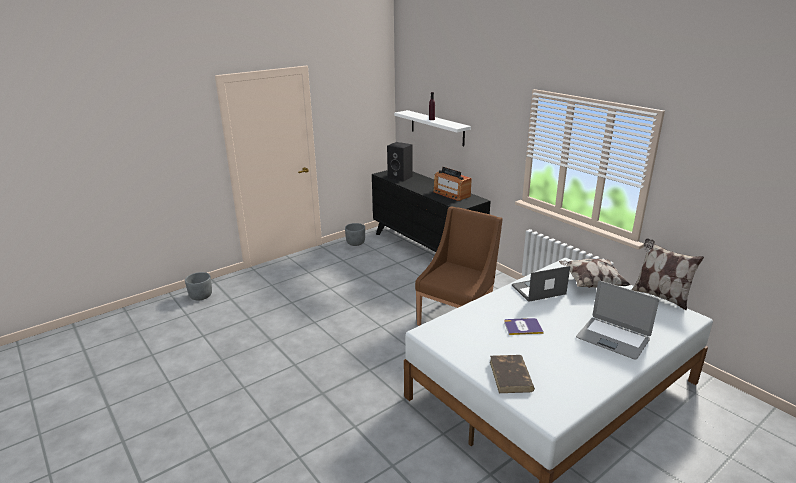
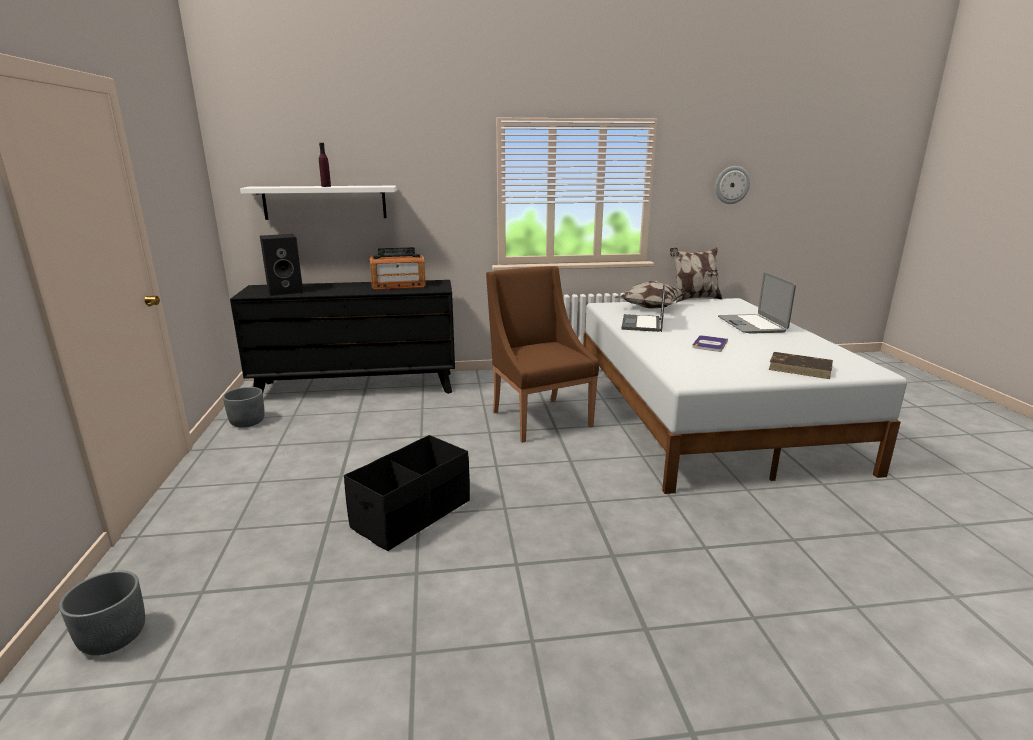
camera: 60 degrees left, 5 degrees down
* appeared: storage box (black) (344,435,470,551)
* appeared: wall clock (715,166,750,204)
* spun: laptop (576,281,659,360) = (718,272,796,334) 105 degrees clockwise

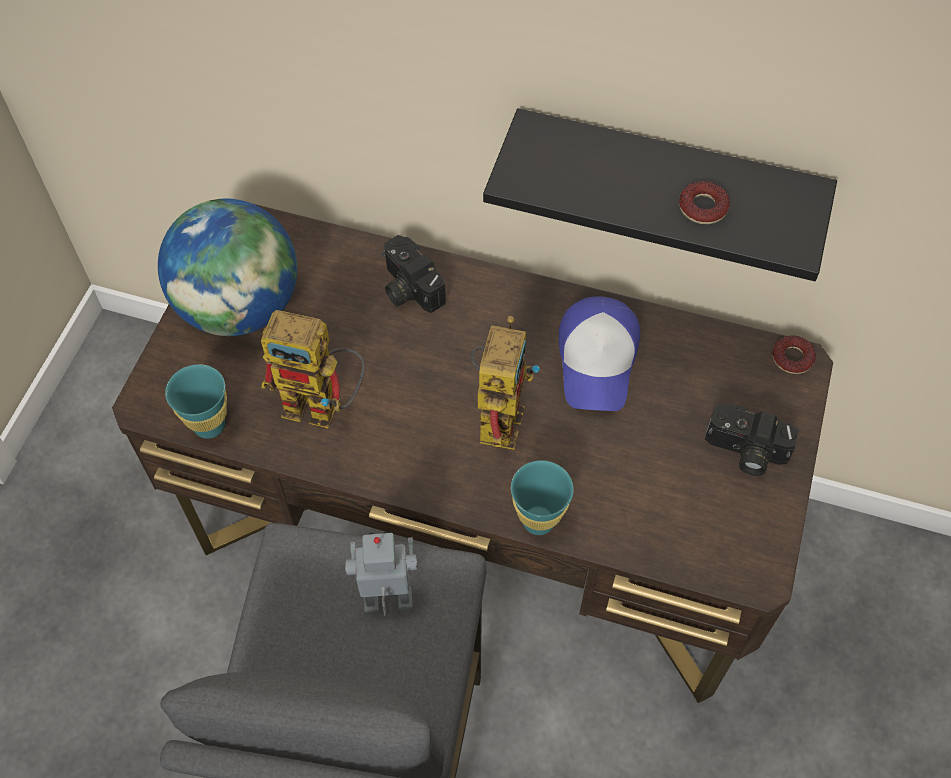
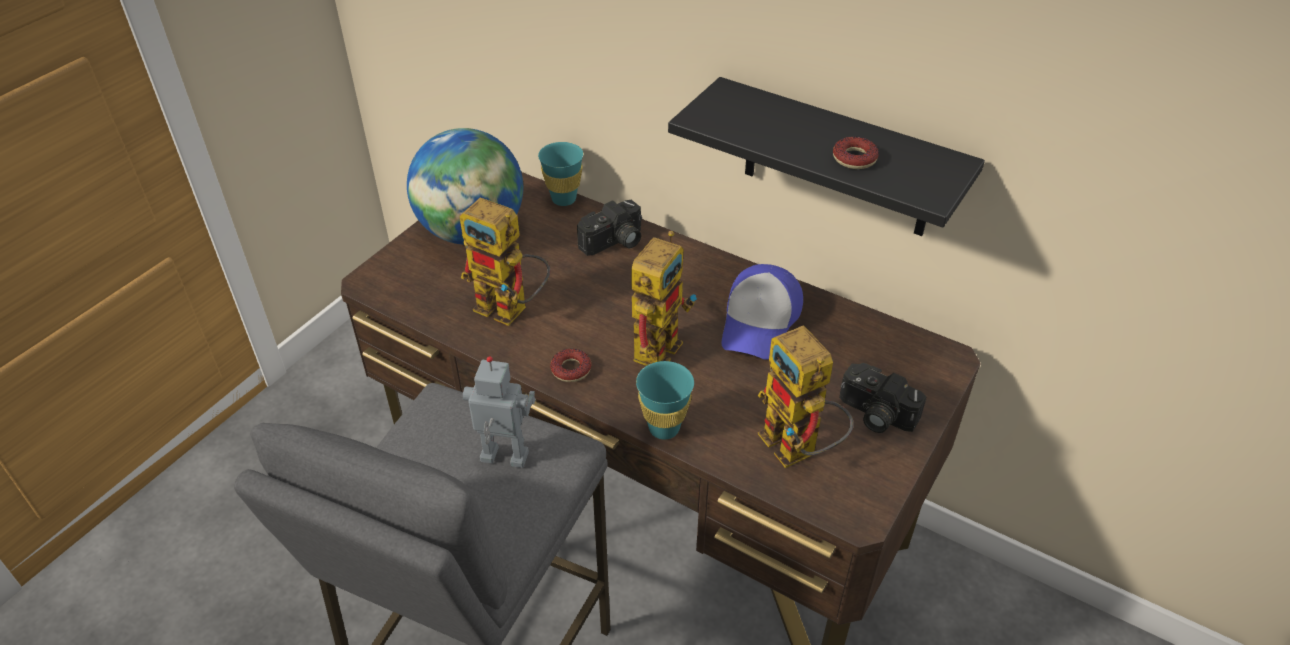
camera: 15 degrees right, 15 degrees down
* appeared: toy robot (758,325,854,468)
* relocated: cup (turquoise) (165,364,227,439) to (538,142,584,206)
* relocated: donut (772,335,816,374) to (550,349,592,382)
* spun: photo camera (382,235,446,313) = (577,200,642,256) 105 degrees counterclockwise

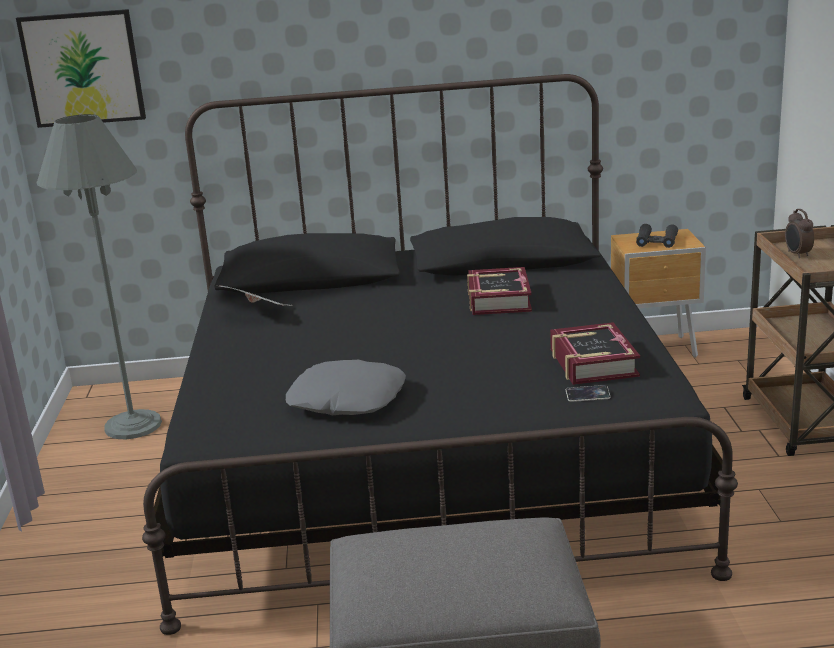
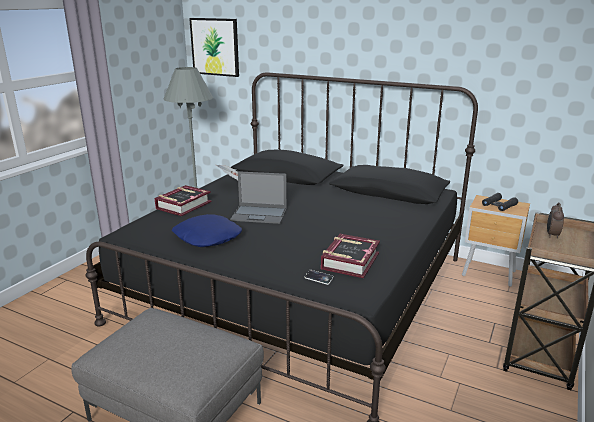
camera: 30 degrees right, 0 degrees up
* appeared: laptop (230,171,287,224)
* relocated: book (467,267,532,315) to (155,185,211,216)
* colour: pillow (grey) (286,360,406,415) to pillow (blue) (172,214,242,247)

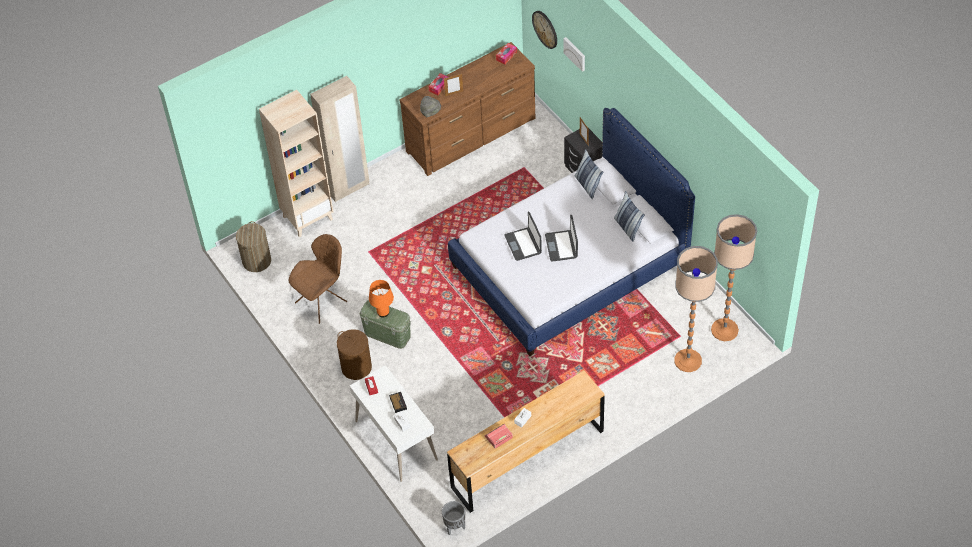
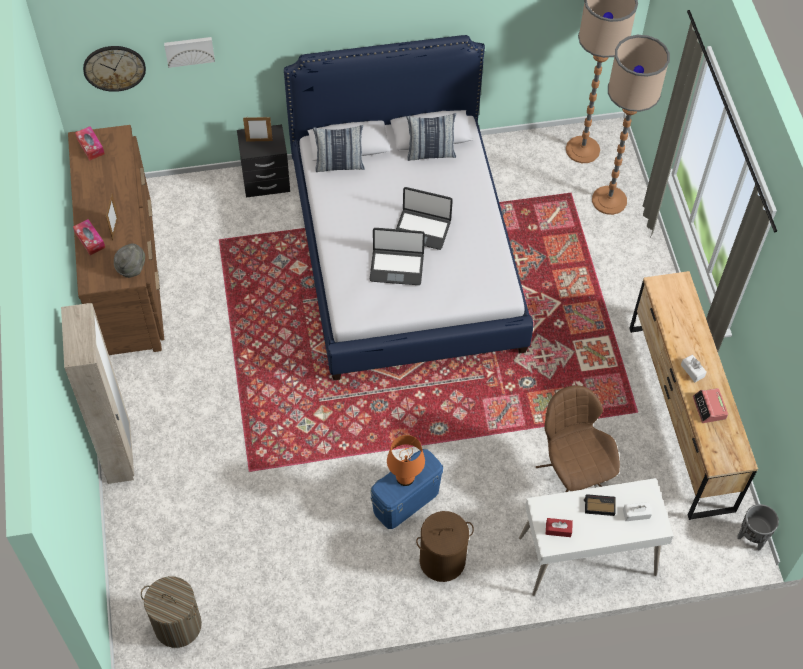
camera: 70 degrees left, 5 degrees up
* missing: bookcase (beige) (259,90,333,237)
* relocated: chair (brown) (288,234,347,324) to (536,385,620,492)
* colour: storage box (green) (359,300,411,349) to storage box (blue) (370,449,443,529)

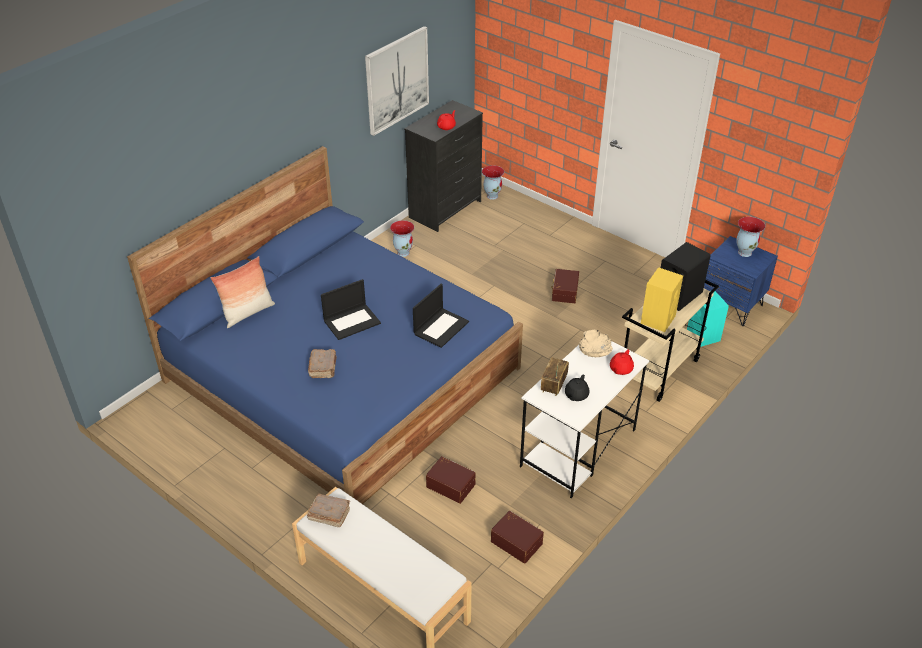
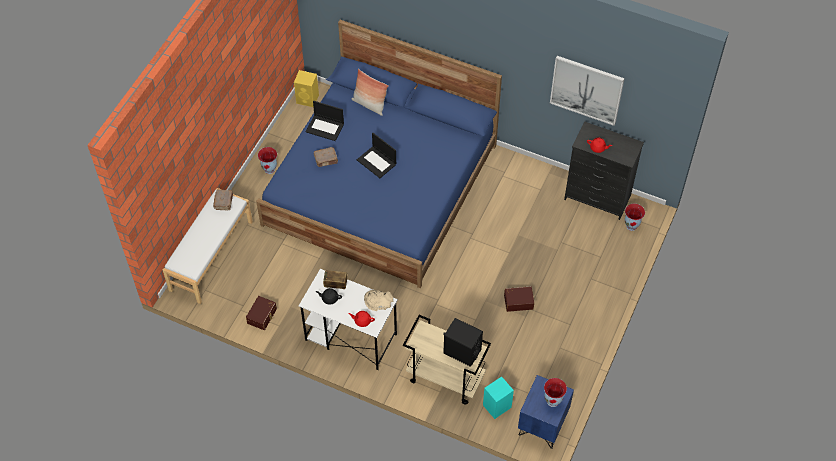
camera: 75 degrees right, 15 degrees up
* missing: storage box (brown) (426,456,476,504)
* relocated: vase (390,220,414,257) to (258,147,277,174)
* relocated: laptop (413,284,469,348) to (306,101,344,141)
* relocated: speaker (yellow) (641,267,683,332) to (294,70,319,107)

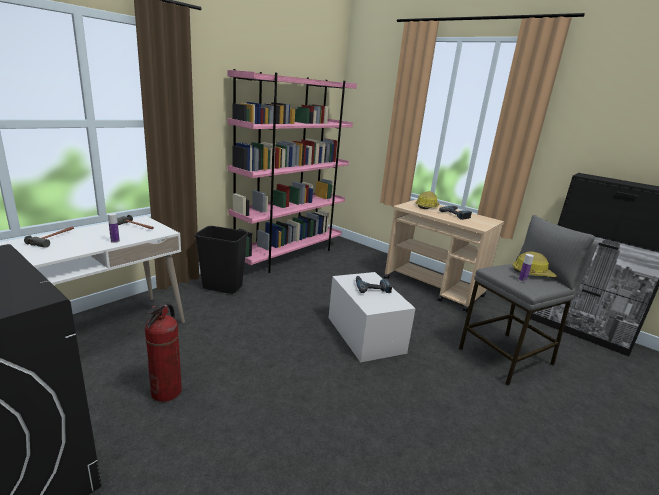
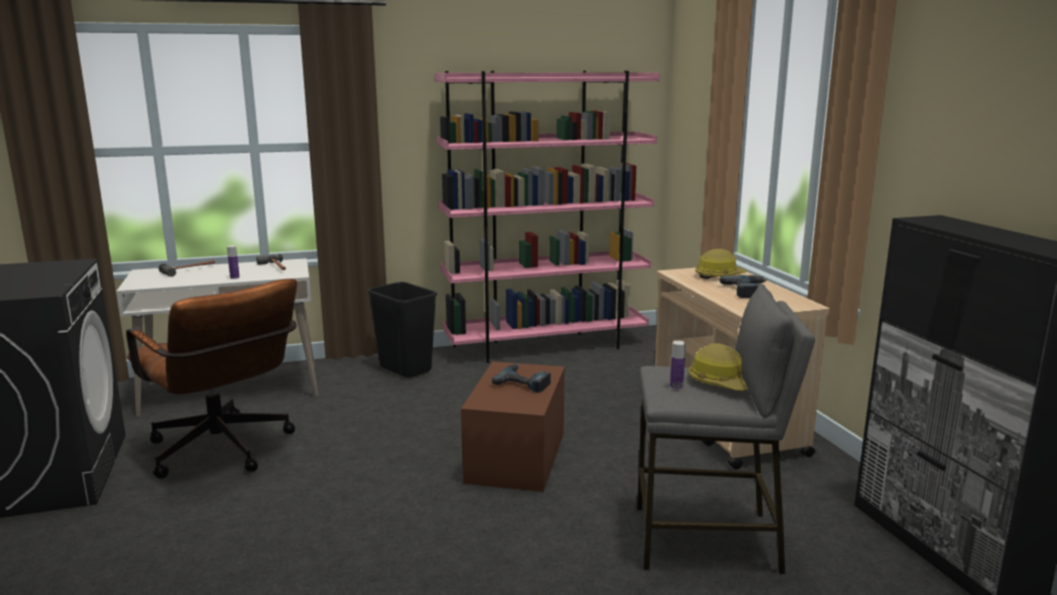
camera: 35 degrees right, 5 degrees down
* exchanged: fire extinguisher (145,304,182,402) to office chair (brown) (126,279,297,479)
* colour: storage box (white) (328,272,416,362) to storage box (brown) (461,361,565,492)

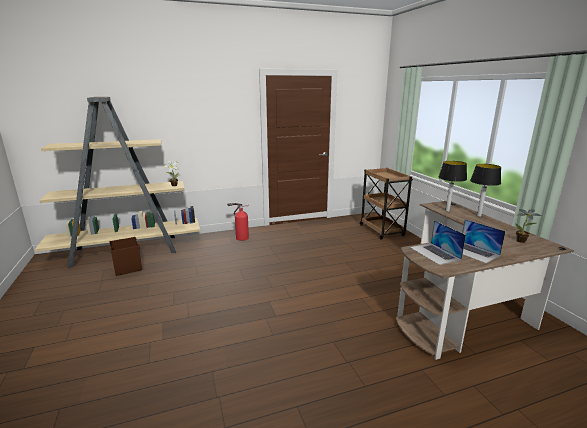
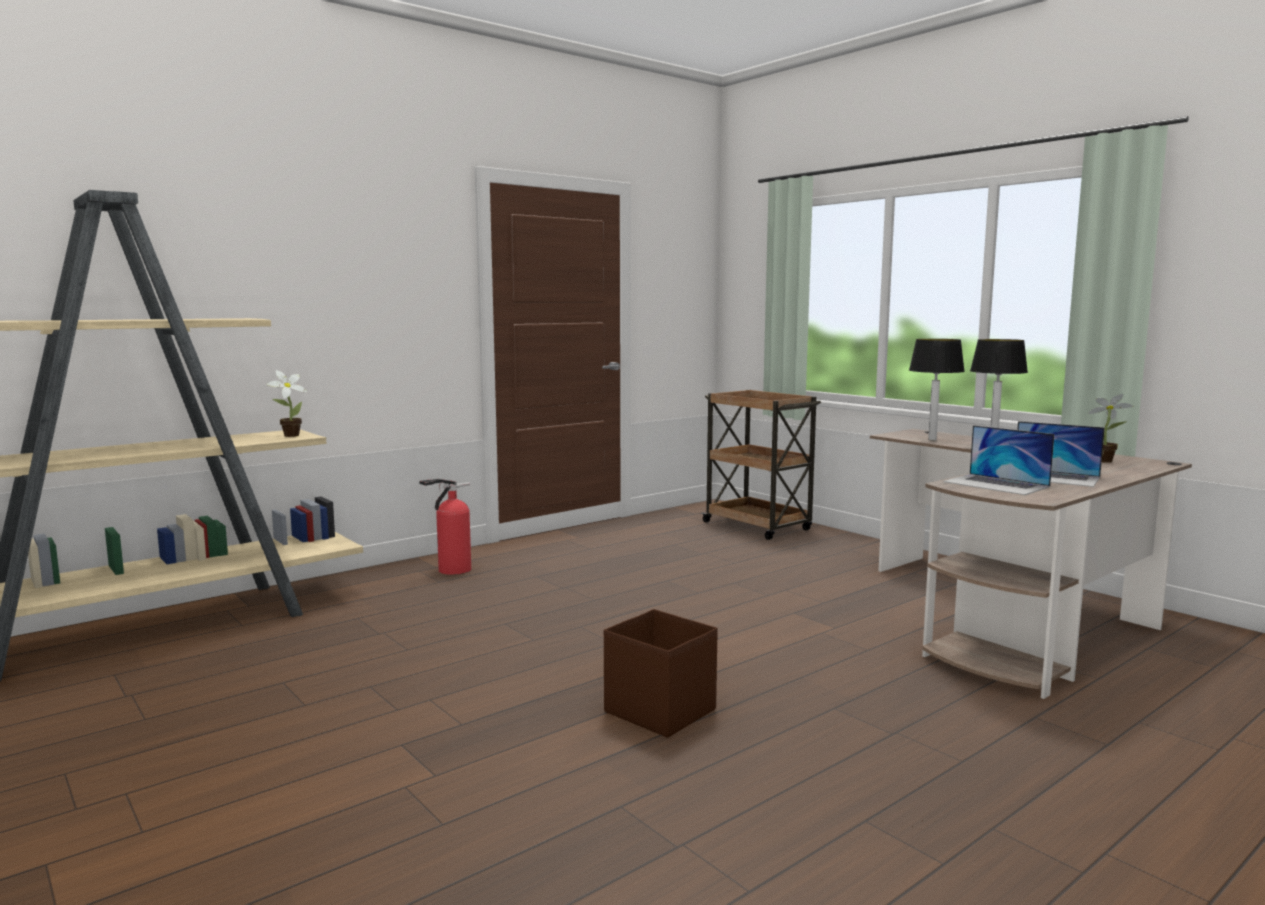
camera: 20 degrees left, 10 degrees down
* relocated: storage box (brown) (109,237,142,276) to (604,609,718,738)

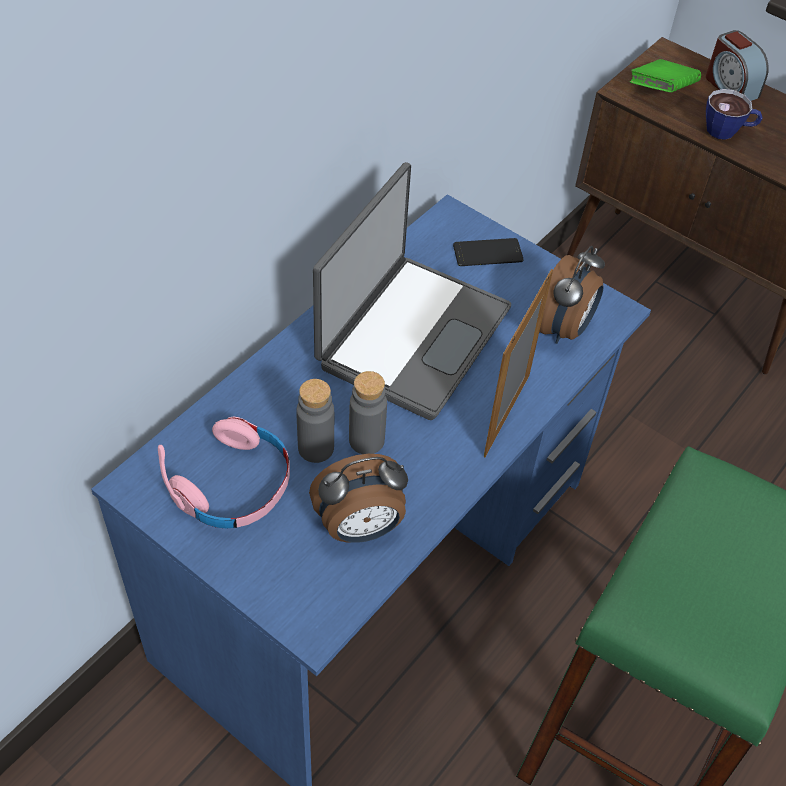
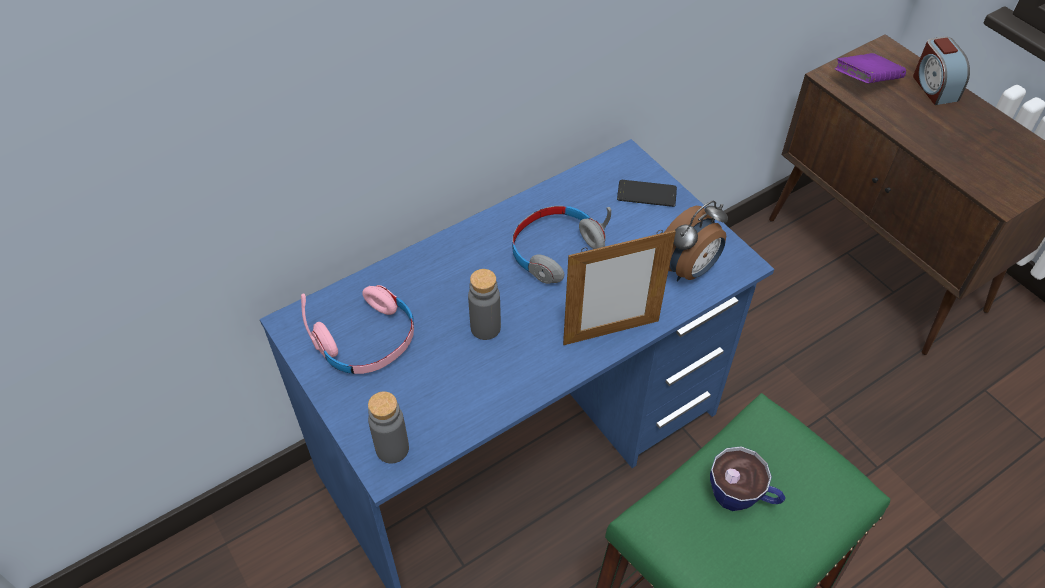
camera: 20 degrees right, 0 degrees up
* missing: alarm clock (309,454,408,543)
* relocated: bottle (grey) (296,379,334,463) to (368,391,409,464)
* relocated: cup (706,89,763,140) to (710,446,786,511)
* exchanged: laptop (313,162,511,420) to headphones (grey) (512,206,611,284)
* colour: book (green) (630,59,701,92) to book (purple) (835,53,906,83)
* spun: picture frame (484,269,553,457) = (563,230,676,345) 150 degrees counterclockwise

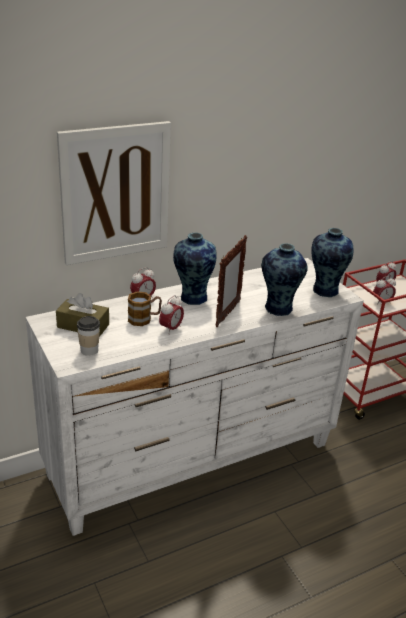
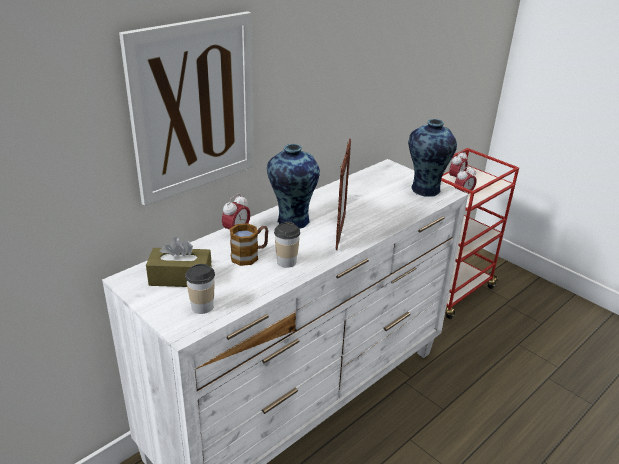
camera: 15 degrees left, 0 degrees up
* missing: vase (261,243,308,316)
* exchanged: alarm clock (159,295,184,335) to cup (274,221,300,268)

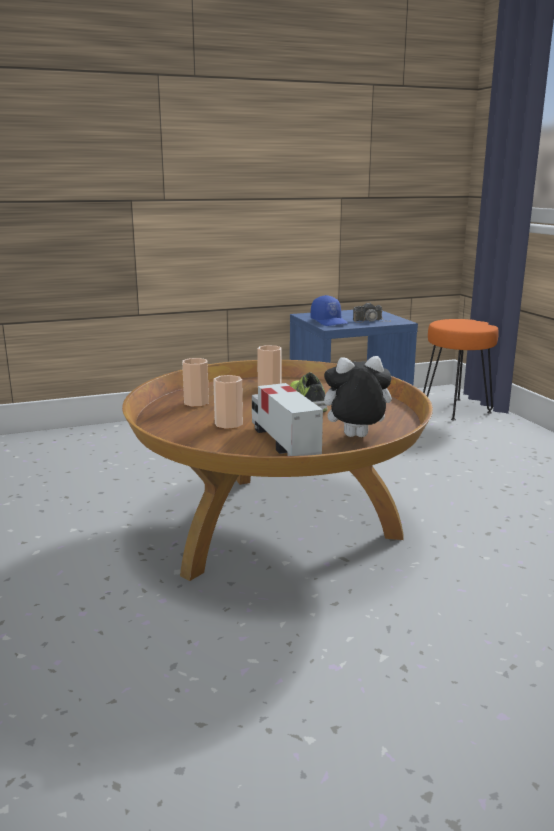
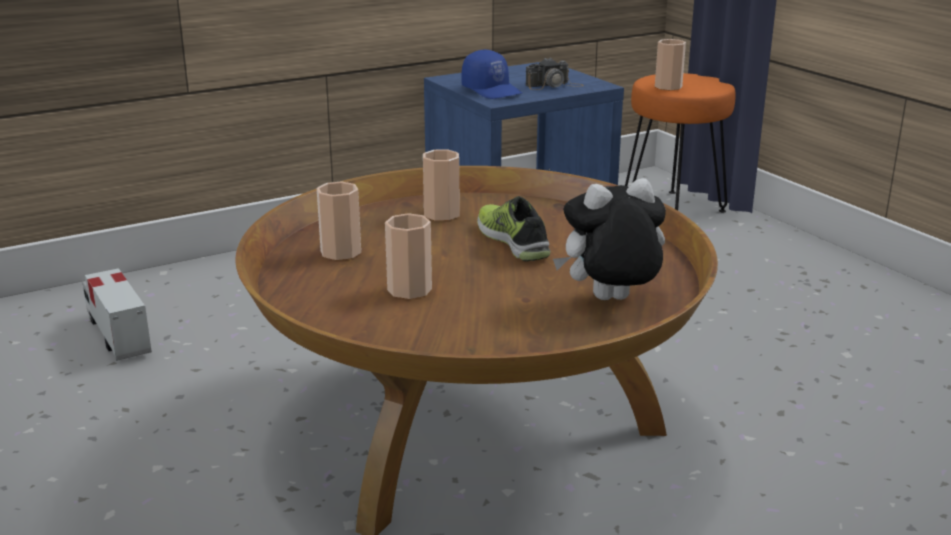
camera: 10 degrees left, 5 degrees up
* appeared: cup (655,39,686,91)
* relocated: toy truck (252,383,323,456) to (83,268,152,361)

